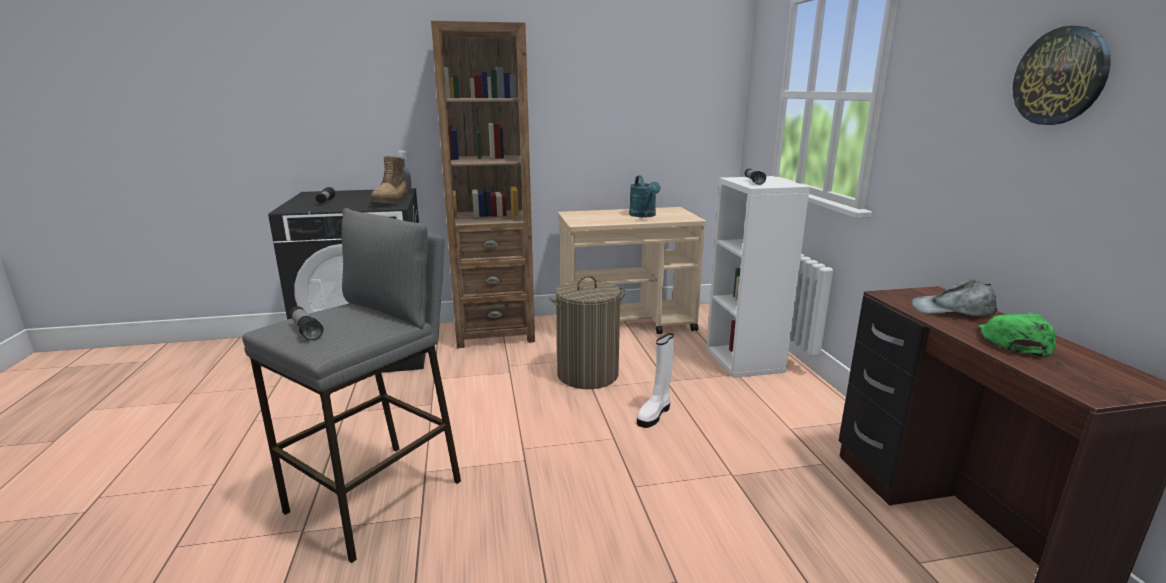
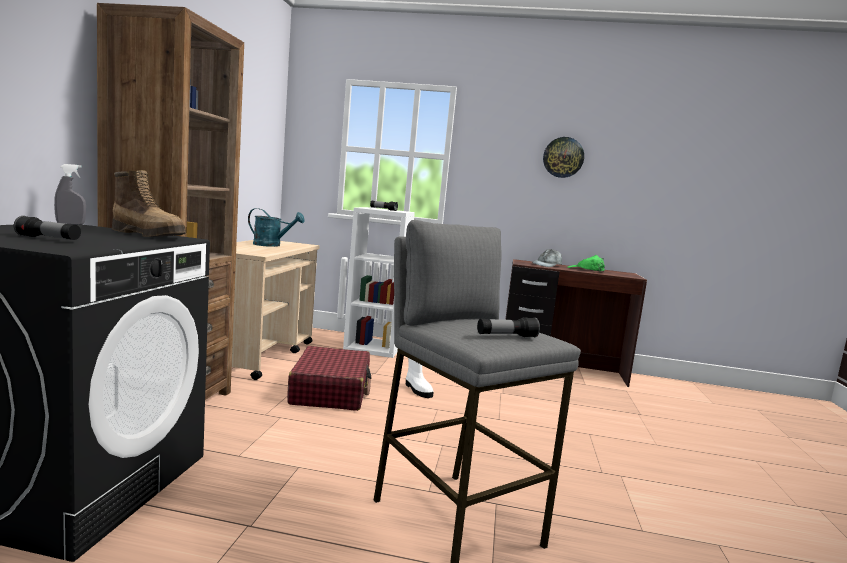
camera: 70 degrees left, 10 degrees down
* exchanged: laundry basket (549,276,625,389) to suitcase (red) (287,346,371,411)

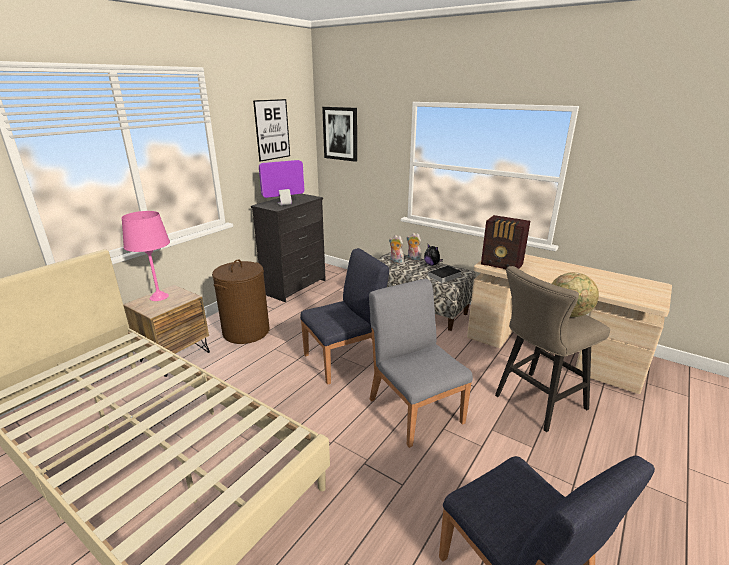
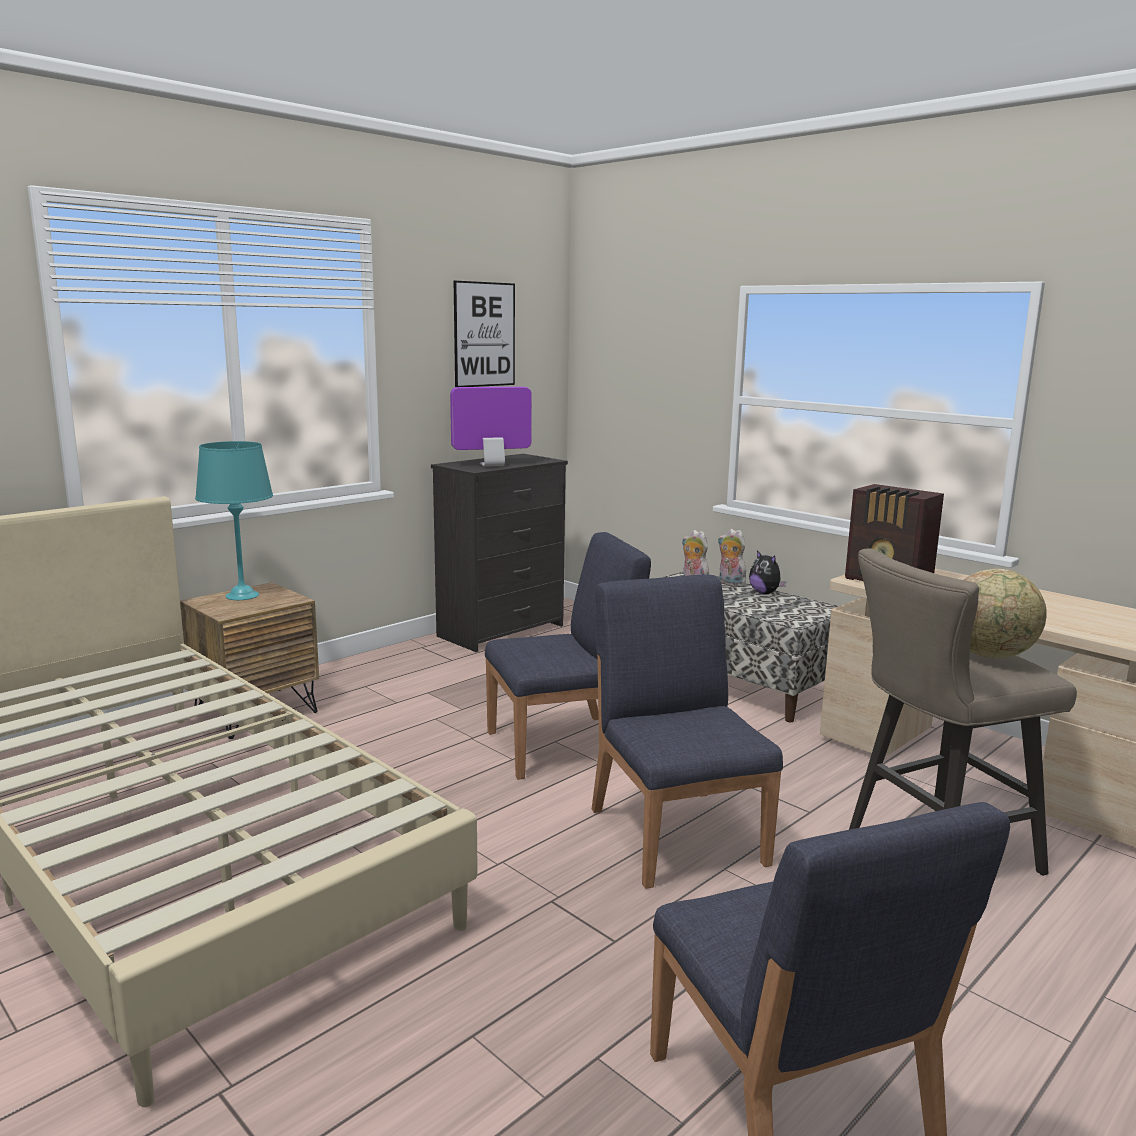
camera: 10 degrees right, 10 degrees down
* missing: laundry basket (brown) (212,259,270,344)
* missing: picture (322,107,357,162)
* missing: book (425,266,462,283)
* colour: table lamp (pink) (121,211,170,301) to table lamp (turquoise) (195,441,273,600)
* colour: chair (grey) (369,279,473,448) to chair (blue) (592,575,783,889)

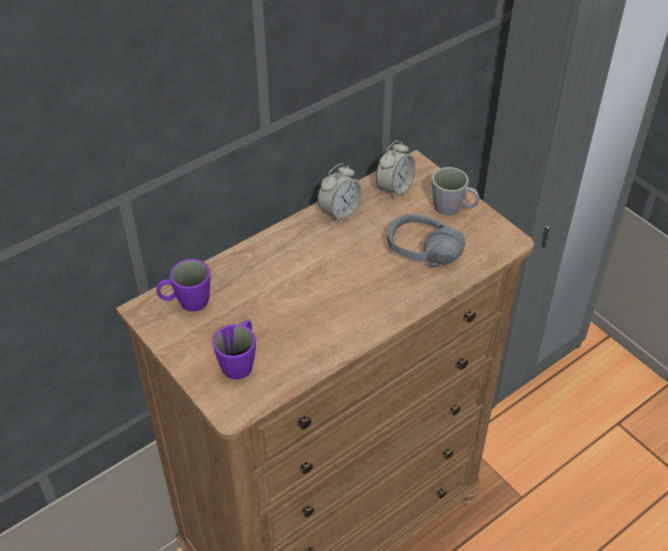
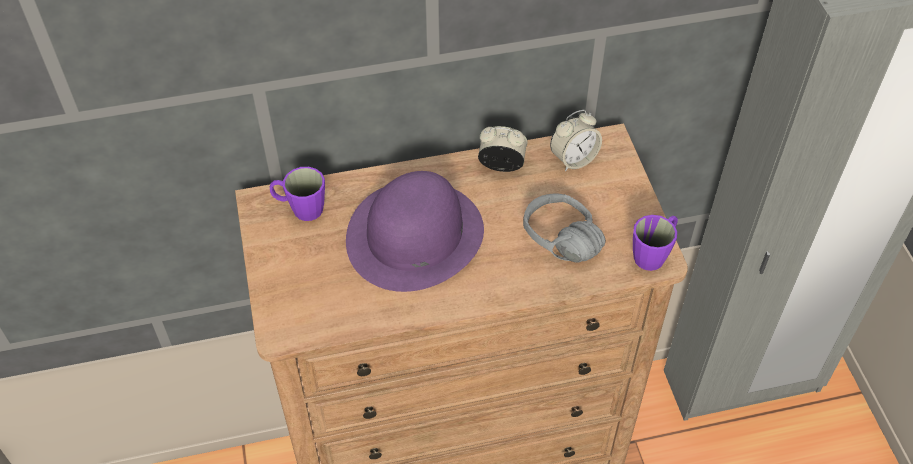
camera: 25 degrees right, 5 degrees up
* missing: mug (grey) (432,167,479,216)
* appeared: hat (purple) (346,171,484,292)
* relocated: mug (purple) (213,320,256,380) to (633,215,678,271)
* spun: alarm clock (317,163,362,223) = (478,126,528,172) 150 degrees counterclockwise

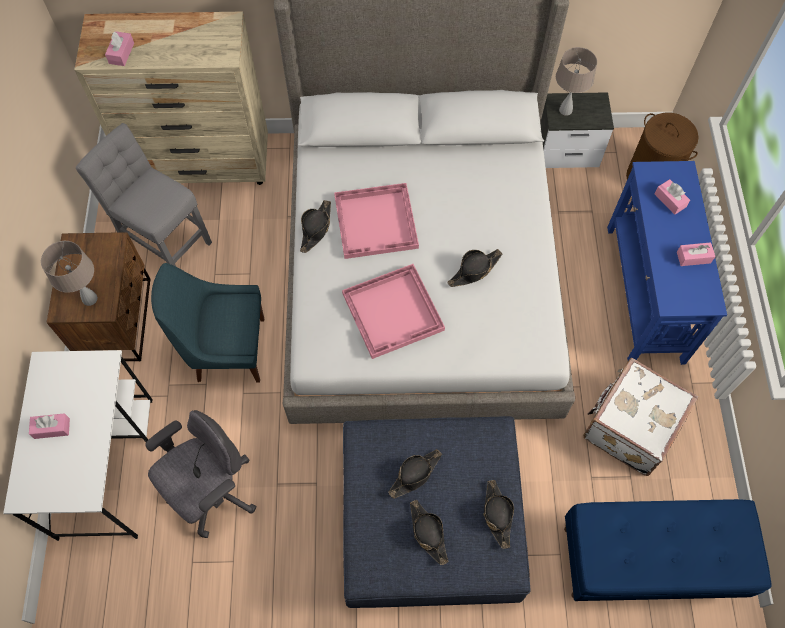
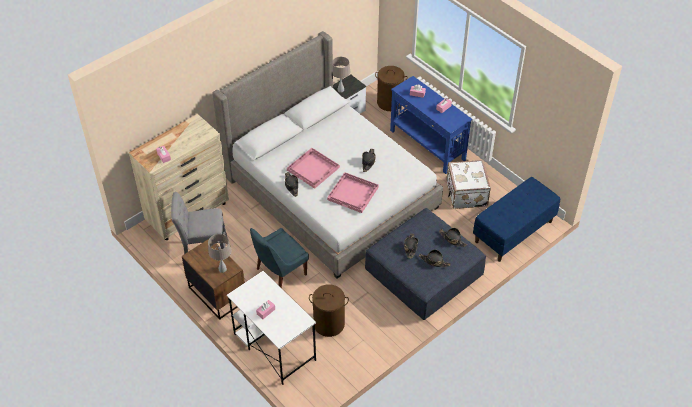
camera: 40 degrees left, 15 degrees down
* exchanged: office chair (grey) (145,410,257,538) to laundry basket (brown) (309,284,349,337)

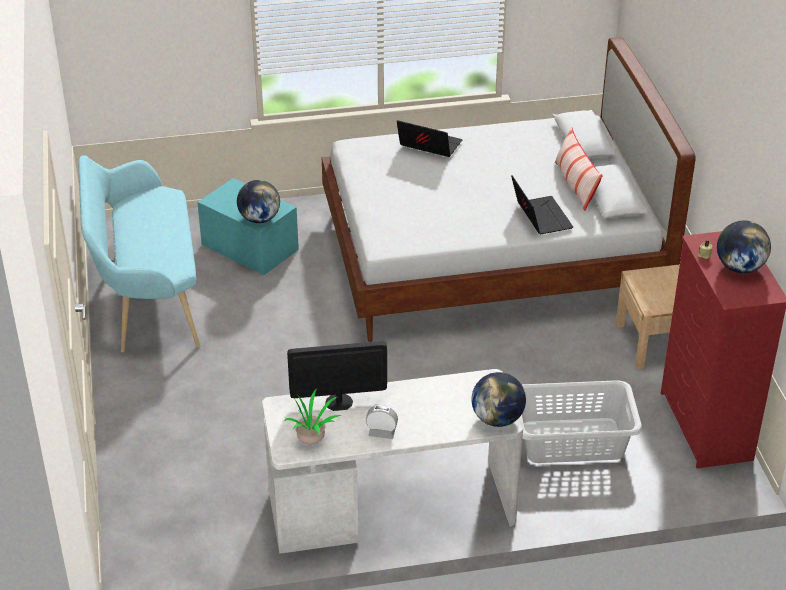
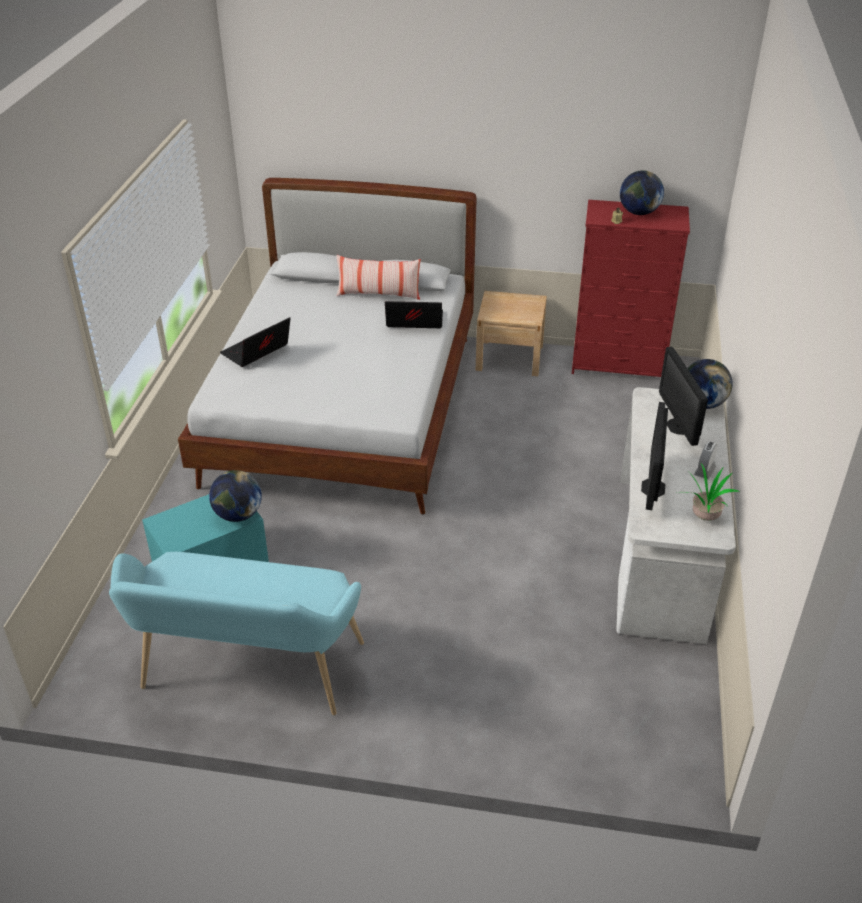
camera: 70 degrees left, 0 degrees up
* missing: laundry basket (grey) (519,380,642,463)
* appeared: monitor (659,347,708,446)

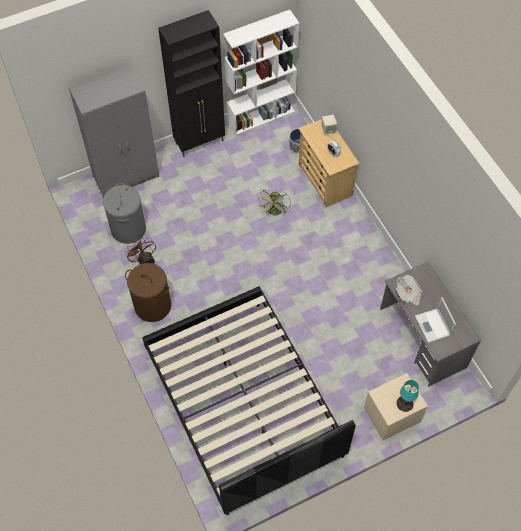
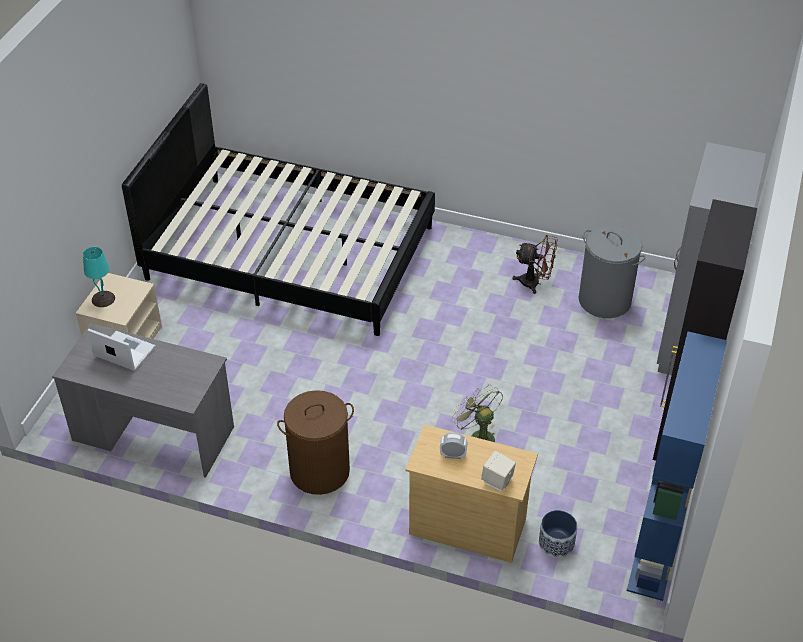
camera: 135 degrees right, 15 degrees down
* missing: newspaper (396,275,423,305)
* relocated: laundry basket (brown) (125,263,171,322) to (277,390,354,495)
* colour: bookcase (white) (223,10,299,135) to bookcase (blue) (627,332,727,601)

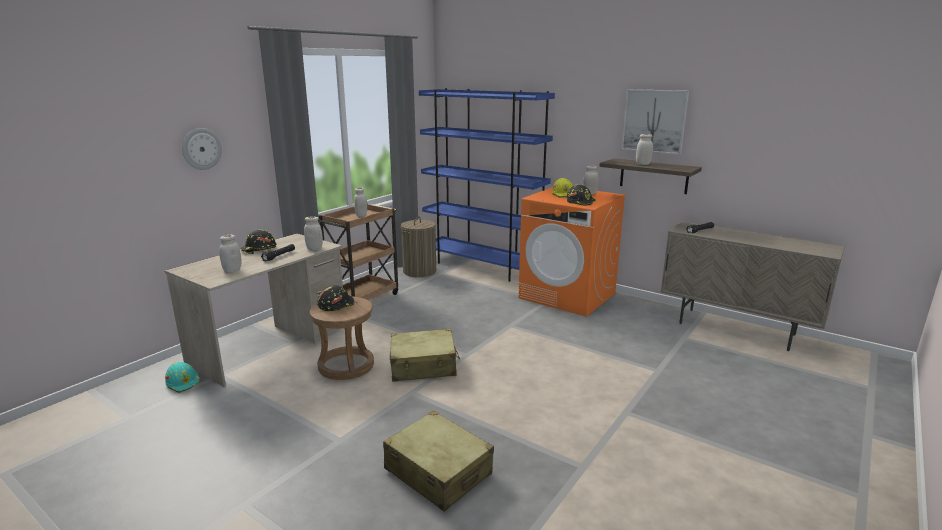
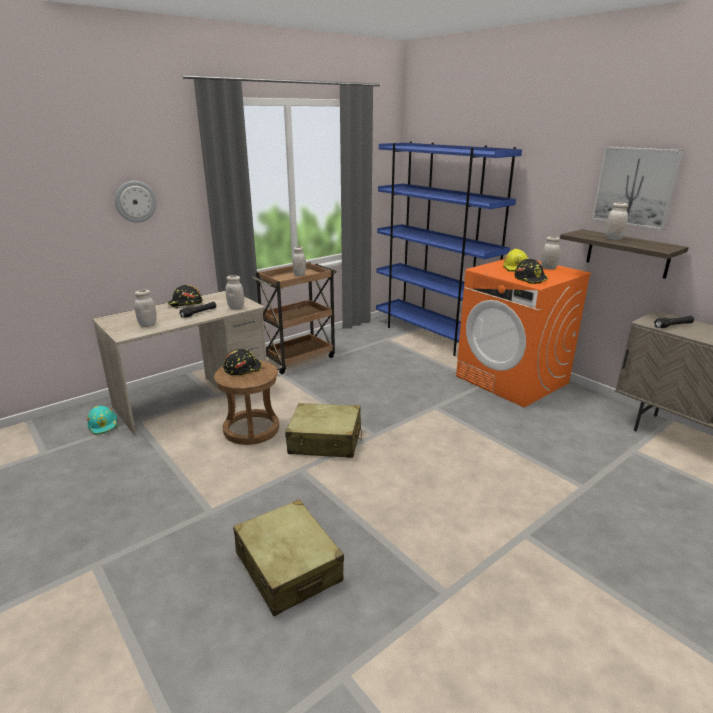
camera: 15 degrees right, 5 degrees up
* missing: laundry basket (401,216,436,277)

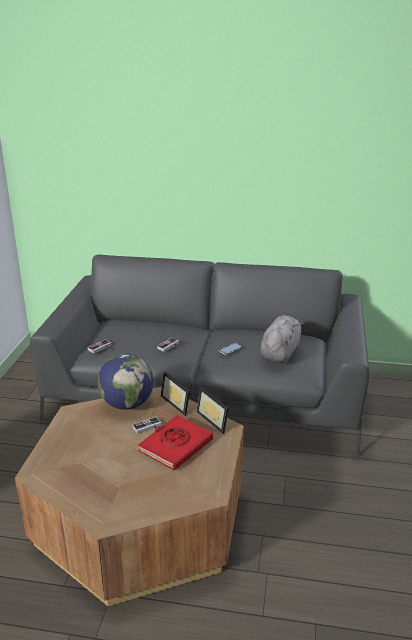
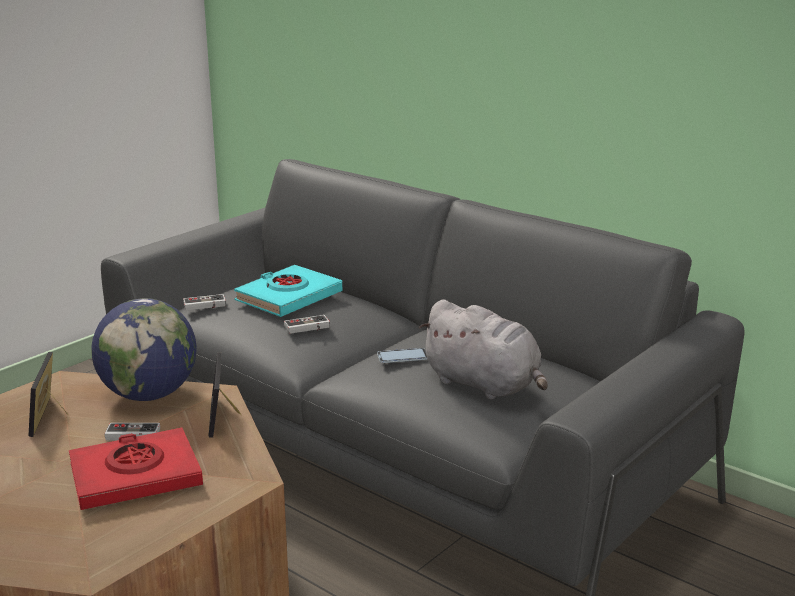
camera: 30 degrees right, 5 degrees down
* appeared: book (turquoise) (234,265,342,317)
* relocated: picture frame (196,387,229,434) to (29,352,67,437)
* spun: plush toy (grey) (260,315,304,363) = (418,300,548,399) 75 degrees clockwise

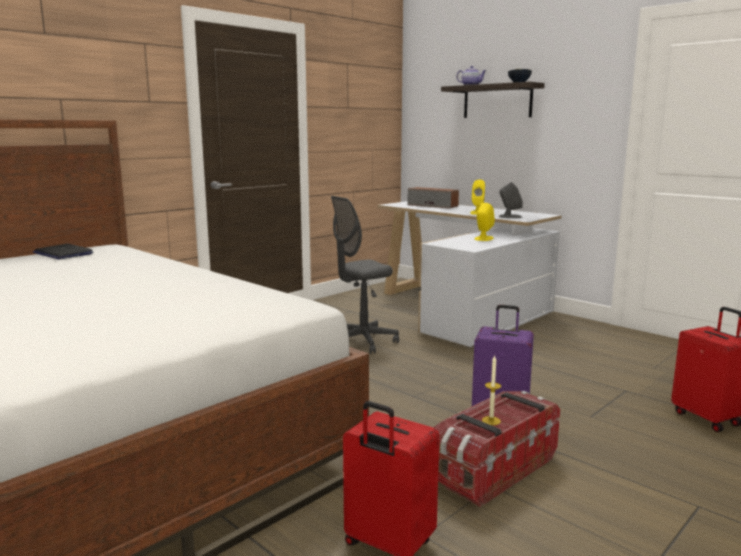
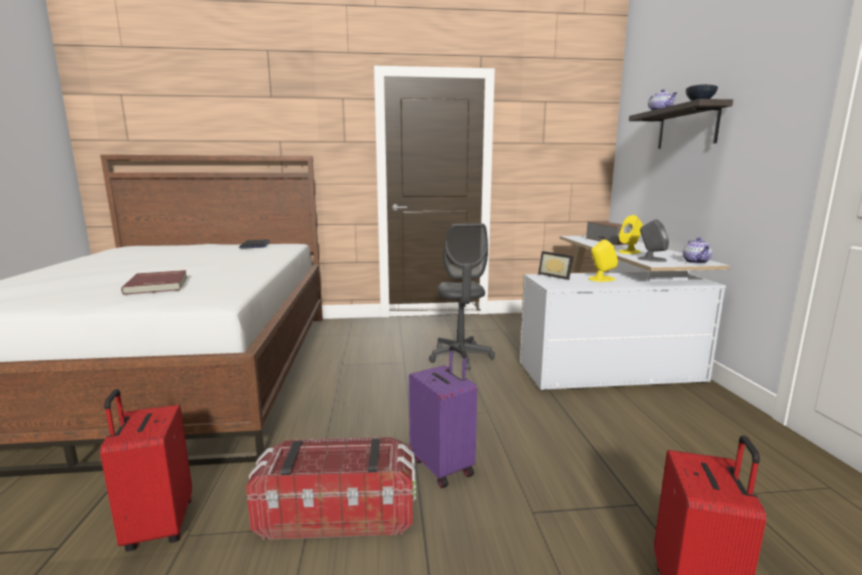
camera: 40 degrees right, 0 degrees up
* missing: candle (482,356,501,425)
* appeared: book (red) (121,270,187,295)
* appeared: picture frame (538,251,573,280)
* appeared: teapot (683,238,712,264)
* spun: office chair (grey) (331,196,399,354) = (429,223,495,370) 105 degrees counterclockwise

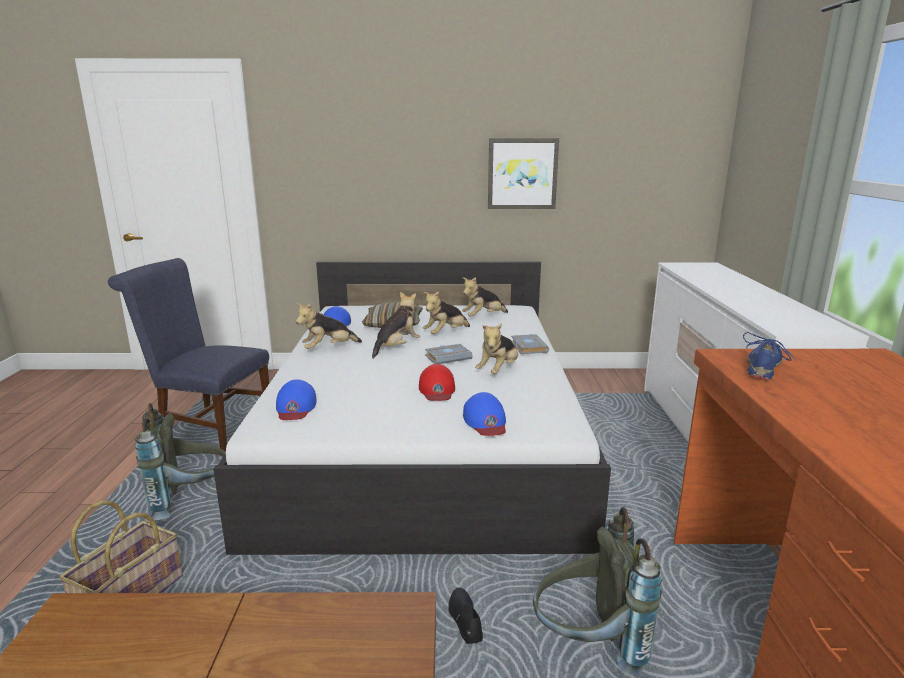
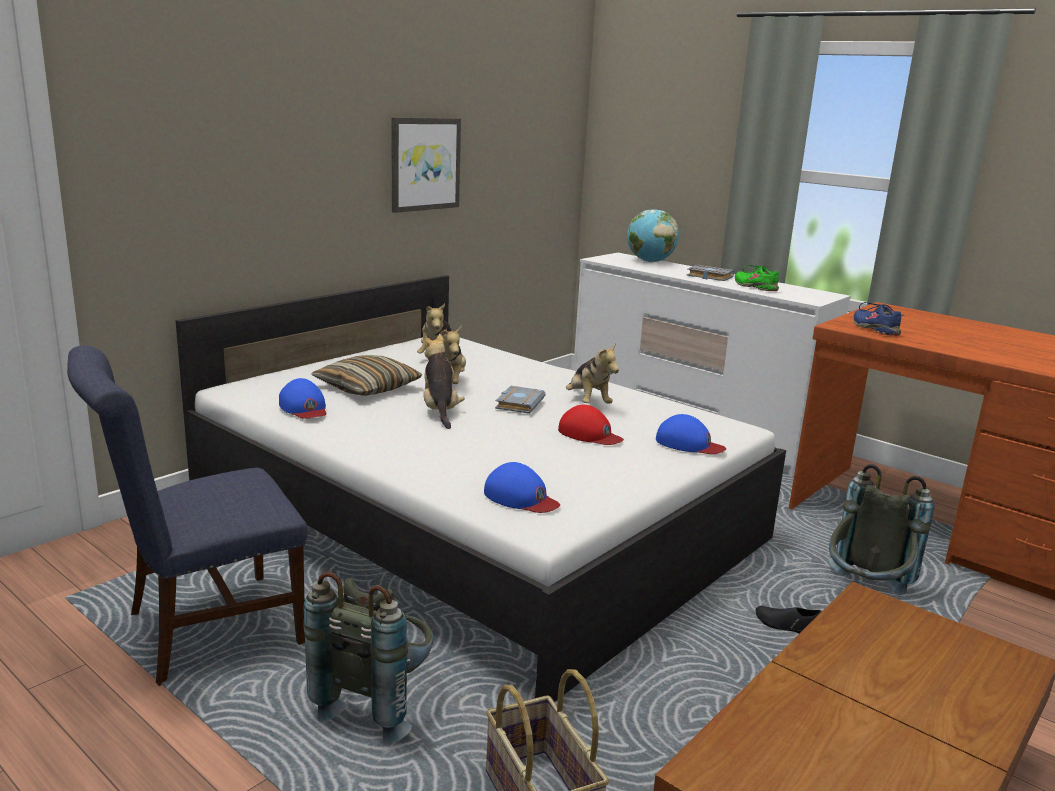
camera: 50 degrees left, 0 degrees up
* missing: plush toy (296,303,362,349)
* appeared: globe (627,209,679,262)
* appeared: shoe (green) (735,265,779,291)
* relocated: book (grey) (511,334,549,354) to (687,265,734,281)

